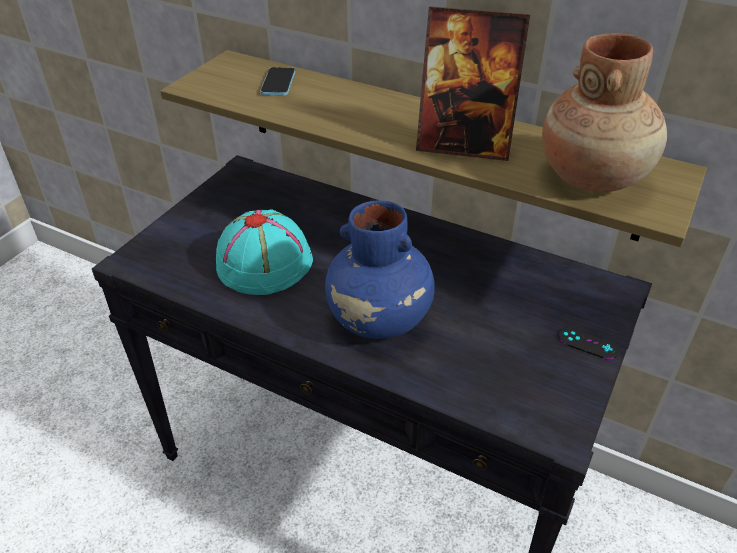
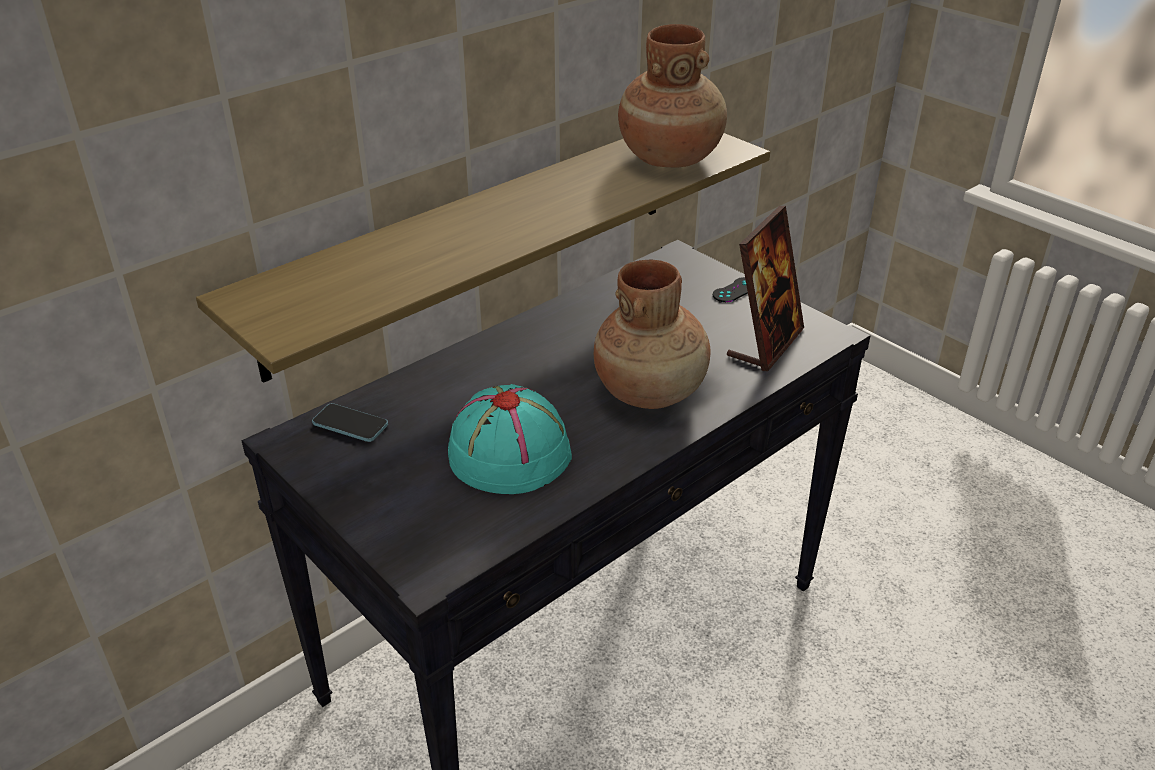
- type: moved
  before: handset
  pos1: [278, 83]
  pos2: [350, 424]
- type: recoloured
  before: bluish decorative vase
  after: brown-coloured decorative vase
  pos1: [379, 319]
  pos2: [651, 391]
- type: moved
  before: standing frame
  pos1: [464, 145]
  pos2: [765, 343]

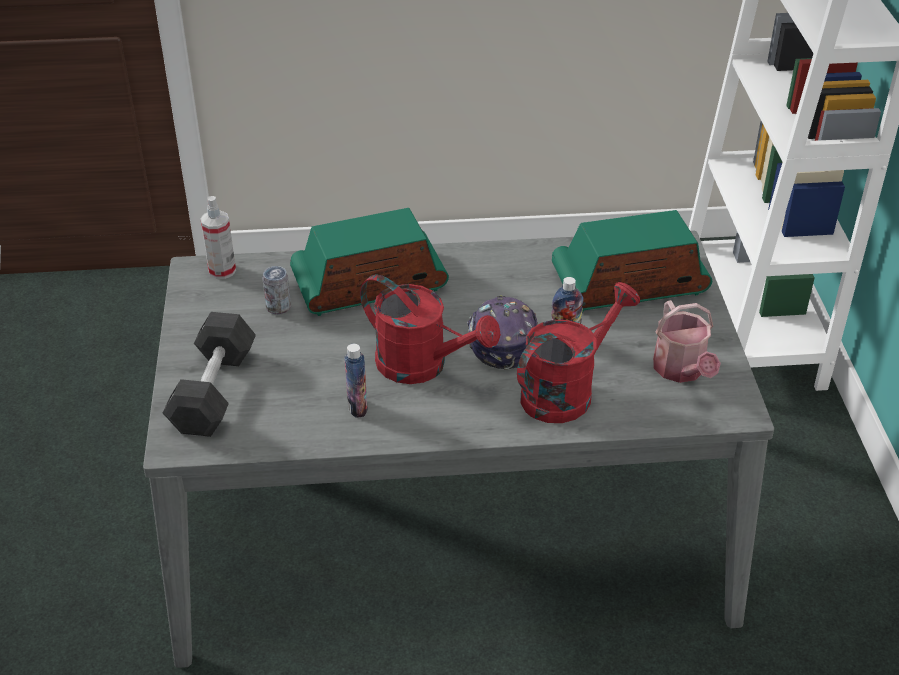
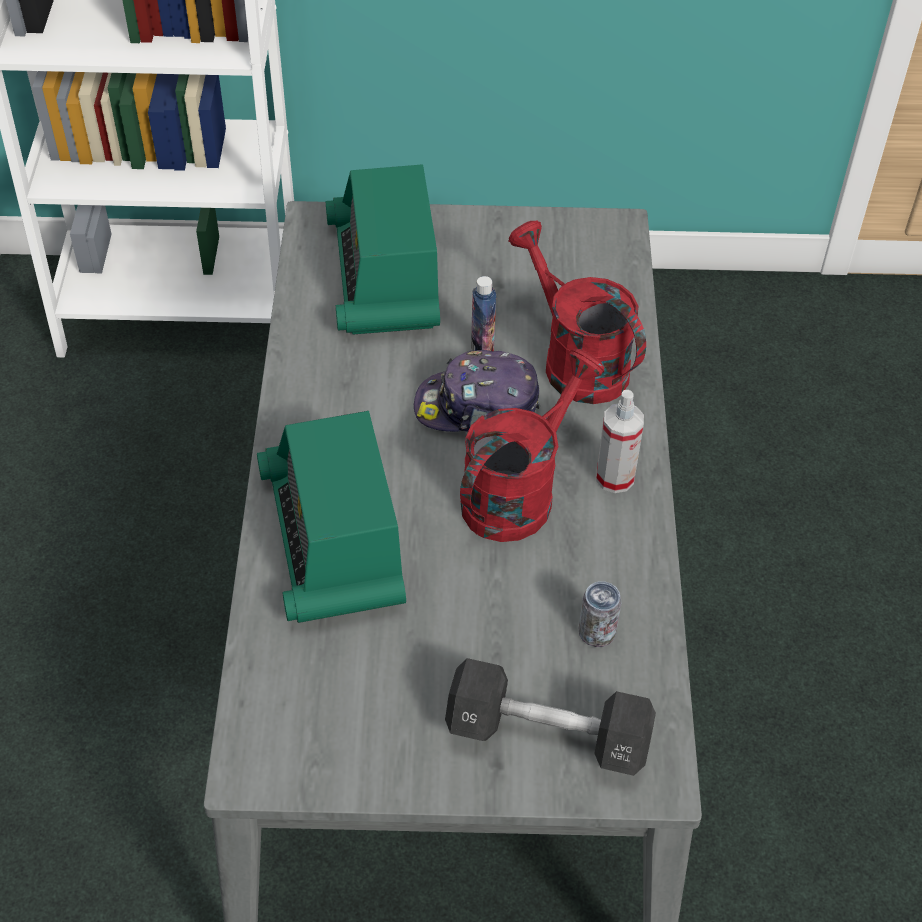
- type: moved
  before: spray bottle
  pos1: [222, 270]
  pos2: [615, 477]
- type: moved
  before: can
  pos1: [278, 307]
  pos2: [597, 632]
- type: removed
  before: beverage bottle
  pos1: [357, 407]
- type: removed
  before: watering pot
  pos1: [682, 370]

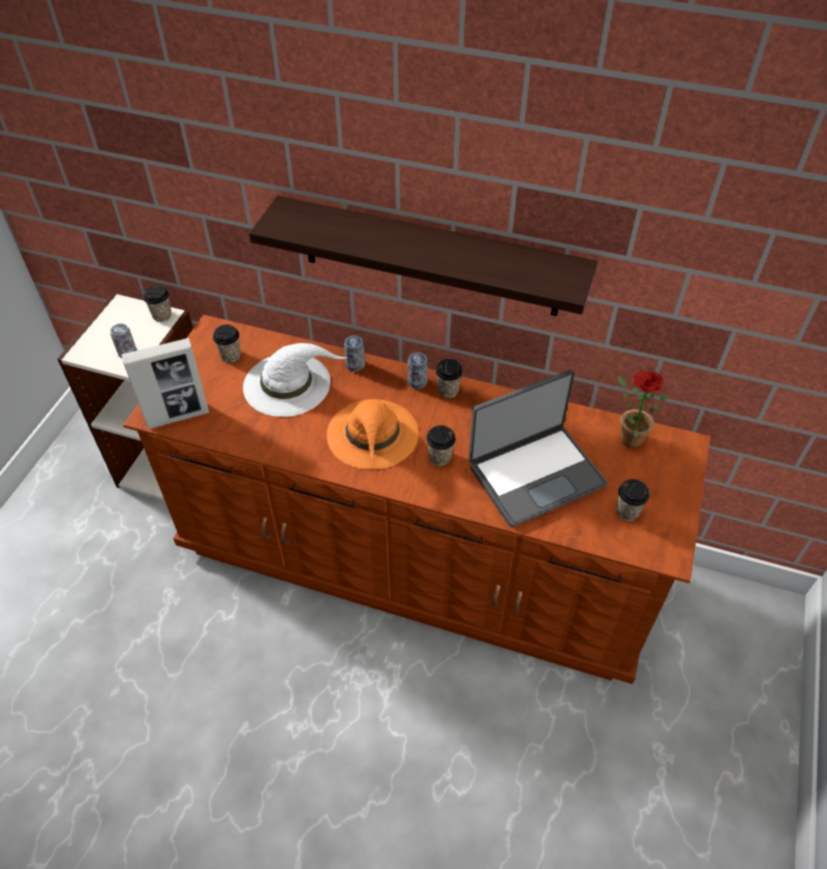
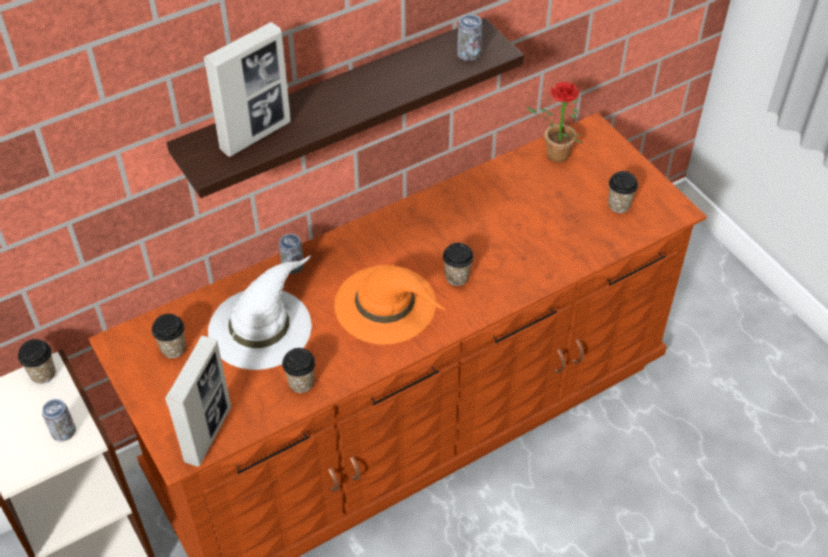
- type: moved
  before: can
  pos1: [417, 382]
  pos2: [468, 54]
- type: moved
  before: small cup
  pos1: [448, 390]
  pos2: [301, 383]
- type: removed
  before: portable computer
  pos1: [535, 474]
- type: added
  after: standing frame
  pos2: [256, 135]

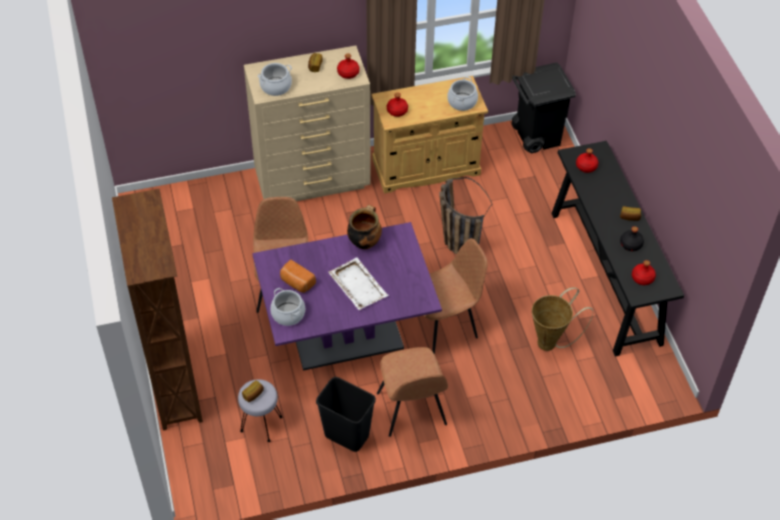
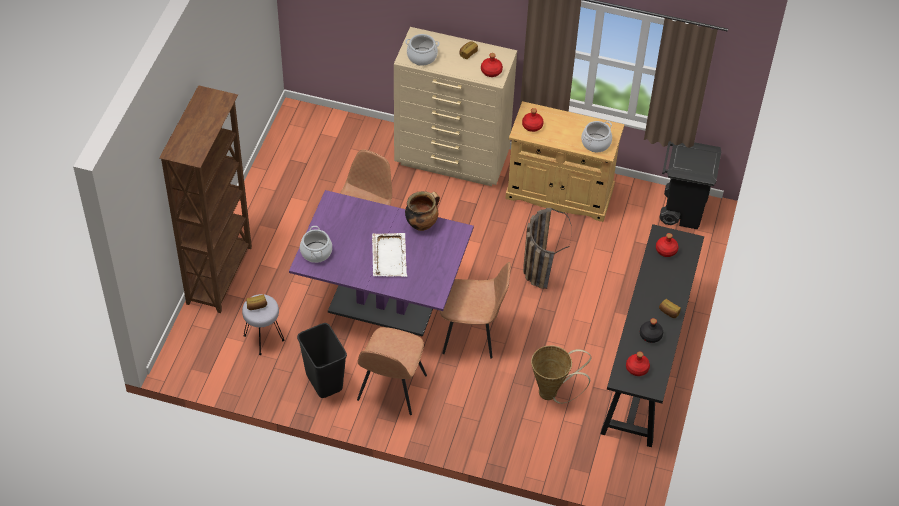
- type: removed
  before: bakery bread
  pos1: [297, 283]

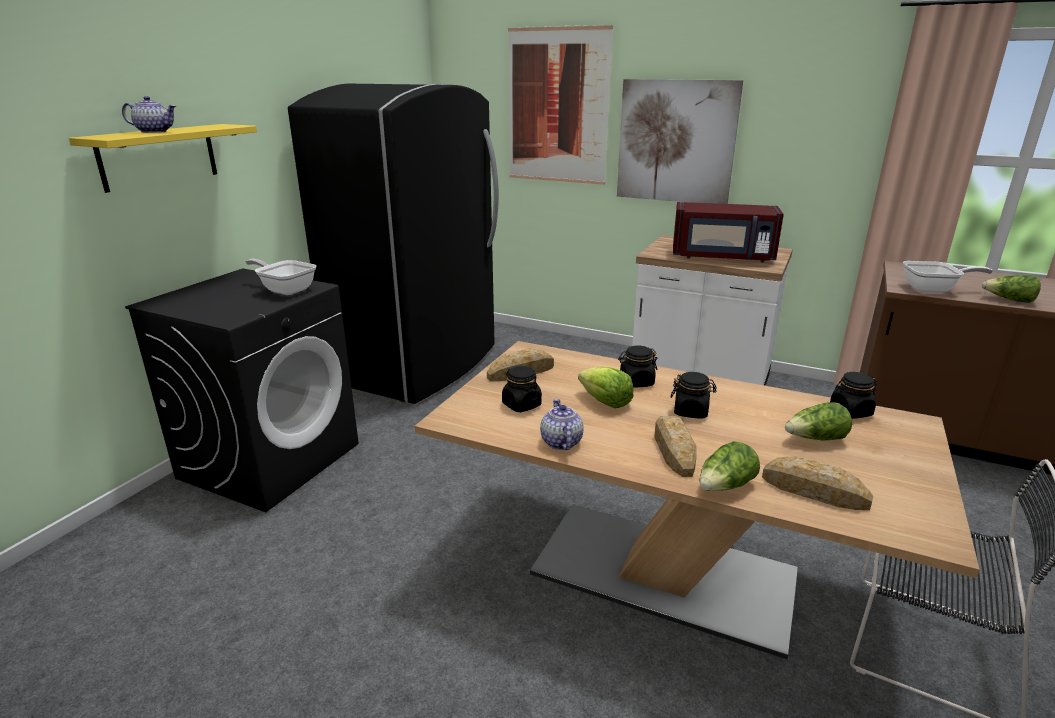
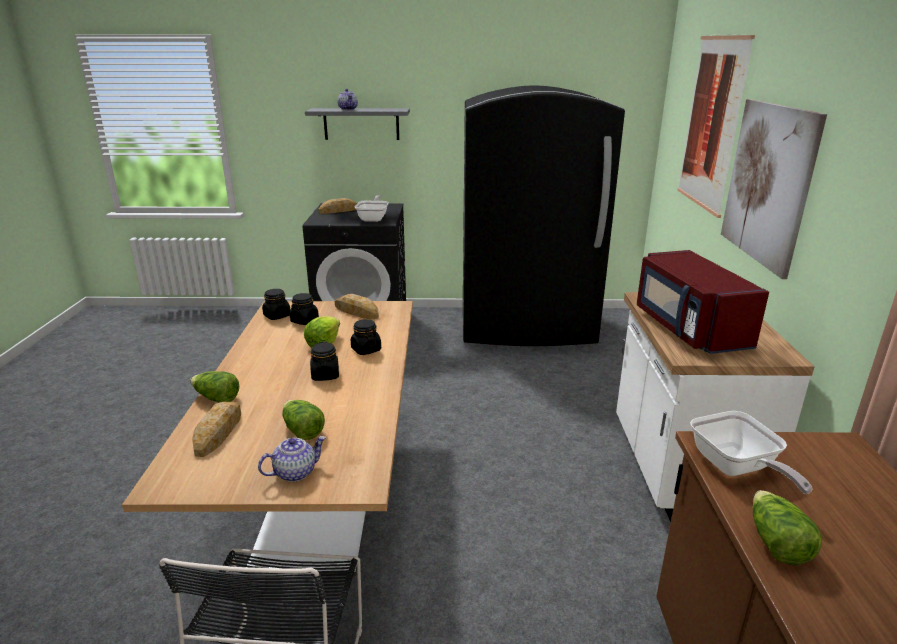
- type: recoloured
  before: yellowish shelf
  after: grey shelf
  pos1: [159, 156]
  pos2: [361, 124]
- type: moved
  before: pot for tea
  pos1: [560, 442]
  pos2: [295, 472]
- type: moved
  before: bakery bread
  pos1: [674, 450]
  pos2: [338, 210]
- type: moved
  before: blackish jar
  pos1: [850, 412]
  pos2: [277, 316]

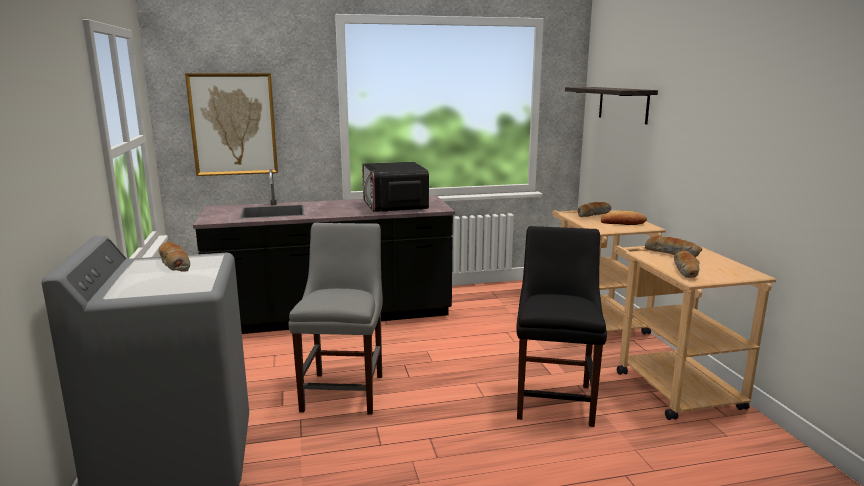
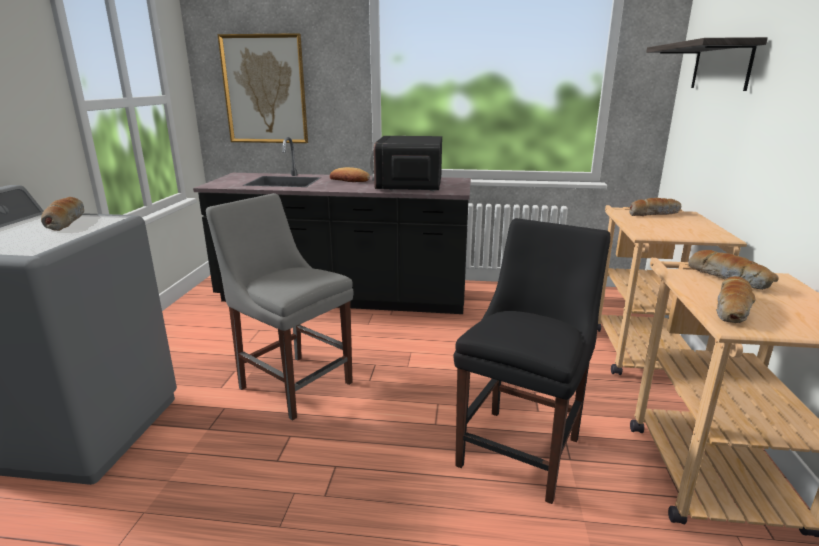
- type: turned
  before: grey plain chair
  pos1: [345, 390]
  pos2: [292, 383]
  turn: -75
- type: moved
  before: bakery bread
  pos1: [622, 222]
  pos2: [349, 180]

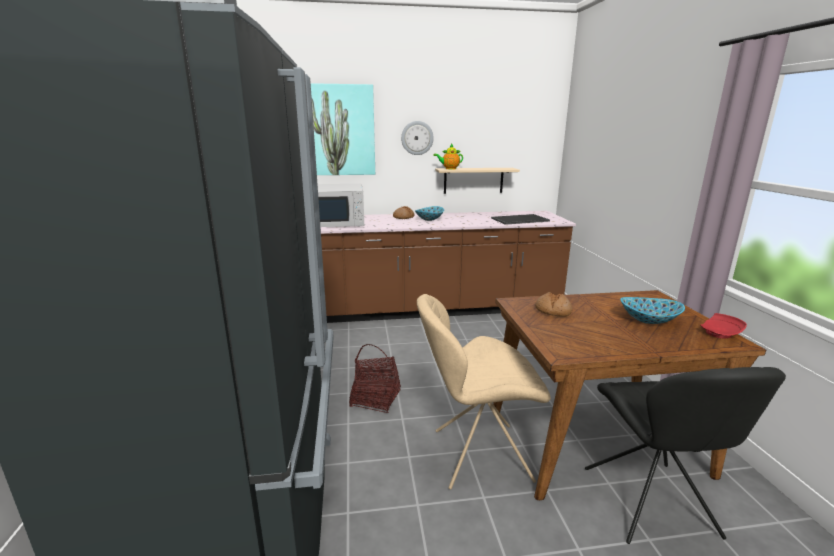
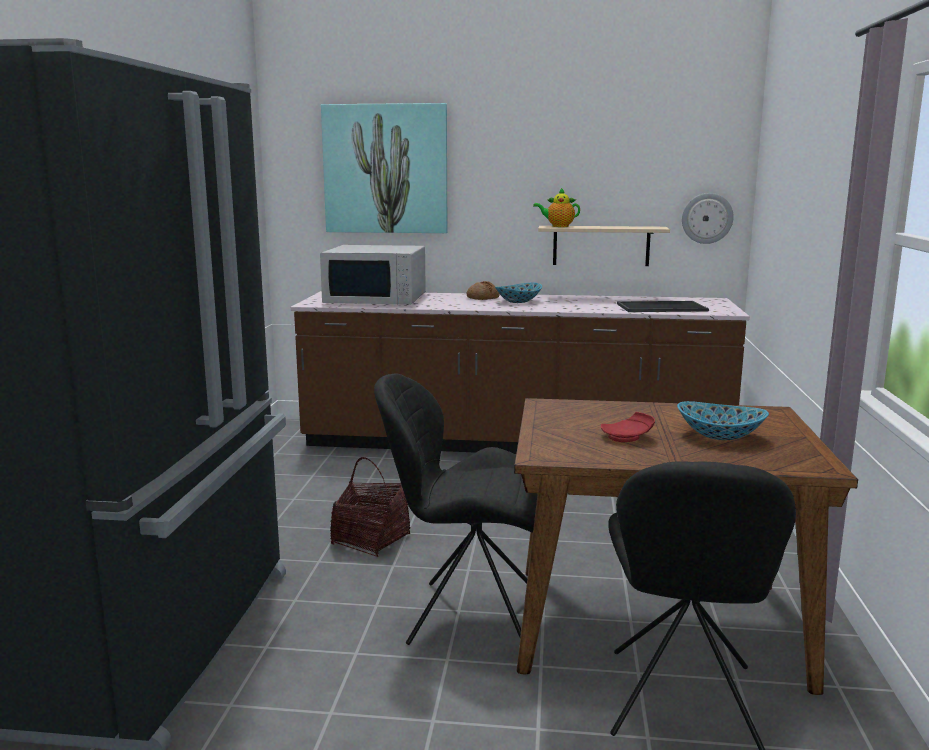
- type: moved
  before: hanging clock
  pos1: [417, 138]
  pos2: [707, 218]
- type: recoloured
  before: beige-coloured plain chair
  after: blackish plain chair
  pos1: [477, 455]
  pos2: [469, 616]
- type: removed
  before: bakery bread
  pos1: [553, 311]
- type: moved
  before: red plate
  pos1: [720, 333]
  pos2: [628, 437]

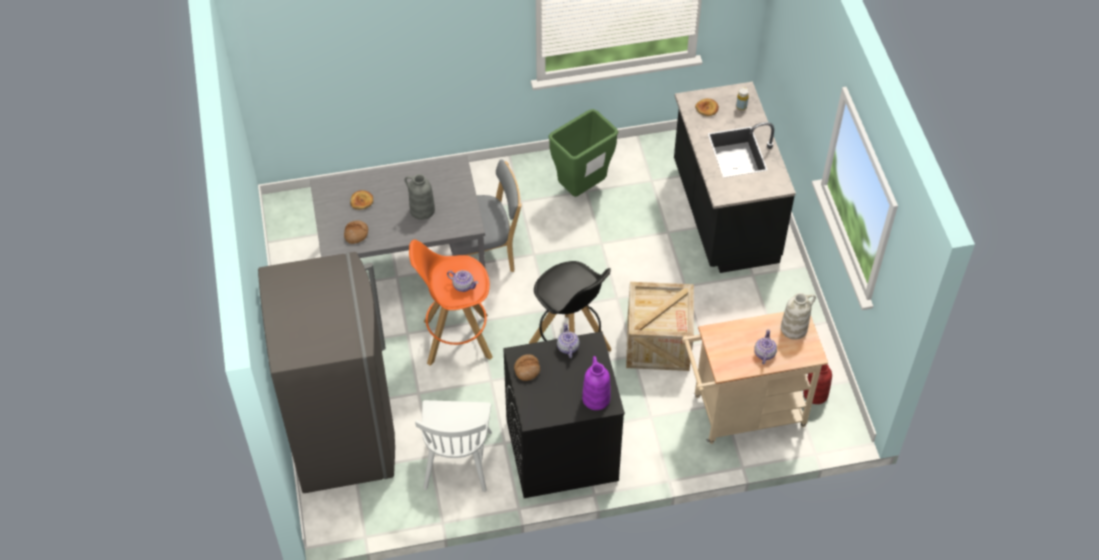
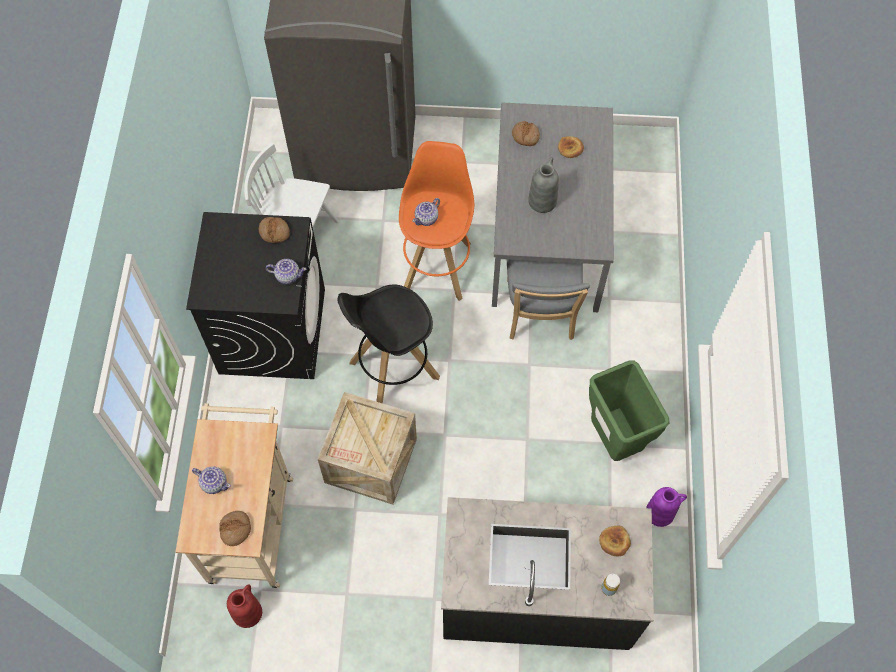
- type: moved
  before: purple decorative vase
  pos1: [595, 398]
  pos2: [660, 512]
- type: replaced
  before: whitish decorative vase
  after: bakery bread
  pos1: [794, 328]
  pos2: [235, 529]

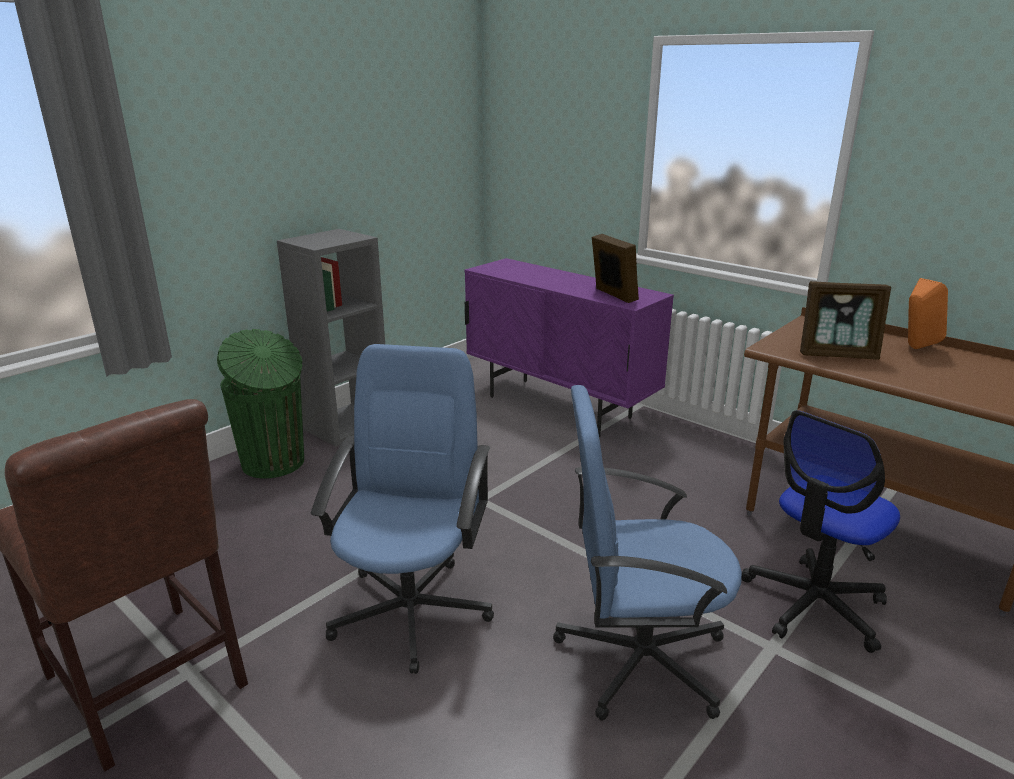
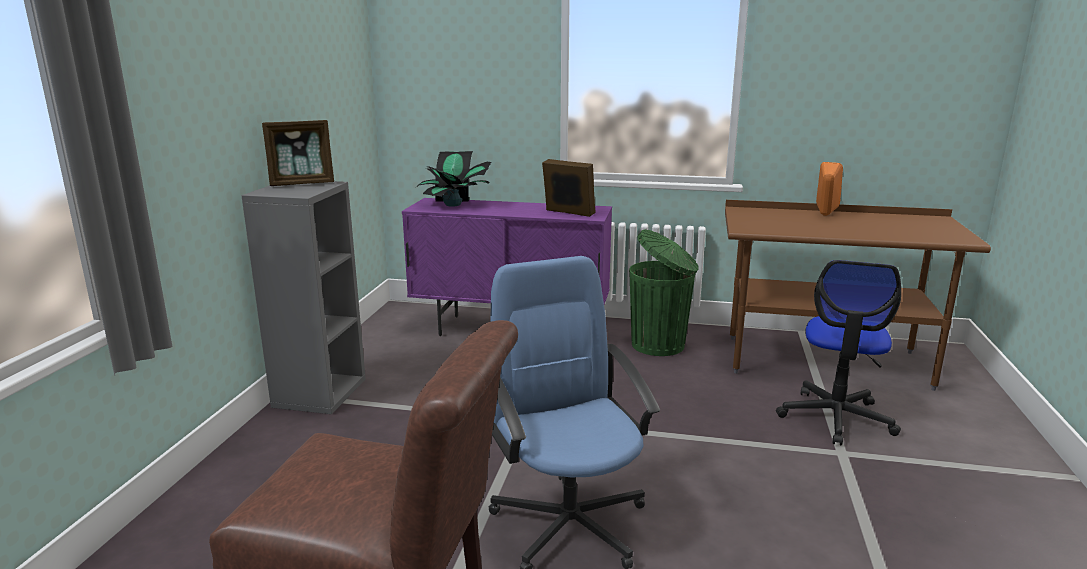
- type: moved
  before: green-coloured rubbish bin
  pos1: [274, 463]
  pos2: [660, 345]
- type: removed
  before: bluish desk chair
  pos1: [638, 658]
- type: moved
  before: standing frame
  pos1: [837, 355]
  pos2: [302, 184]
- type: added
  after: plant in a pot
  pos2: [454, 205]

